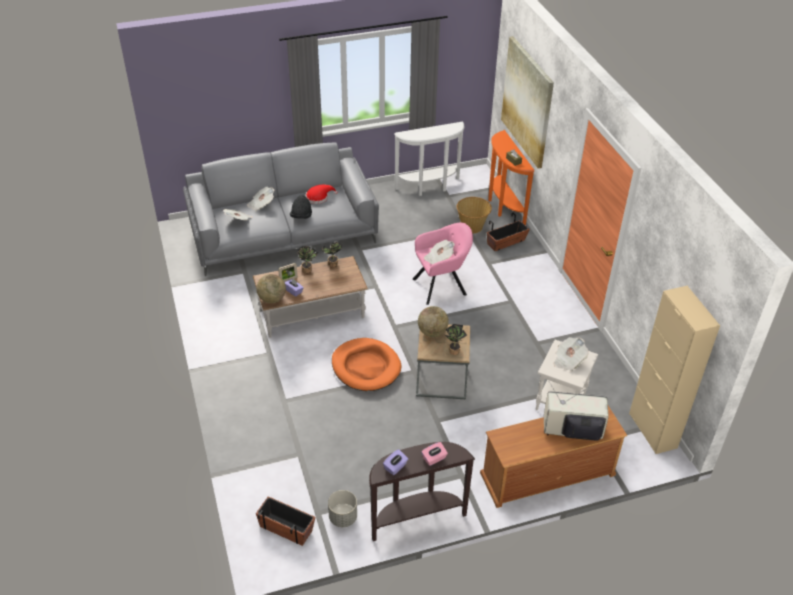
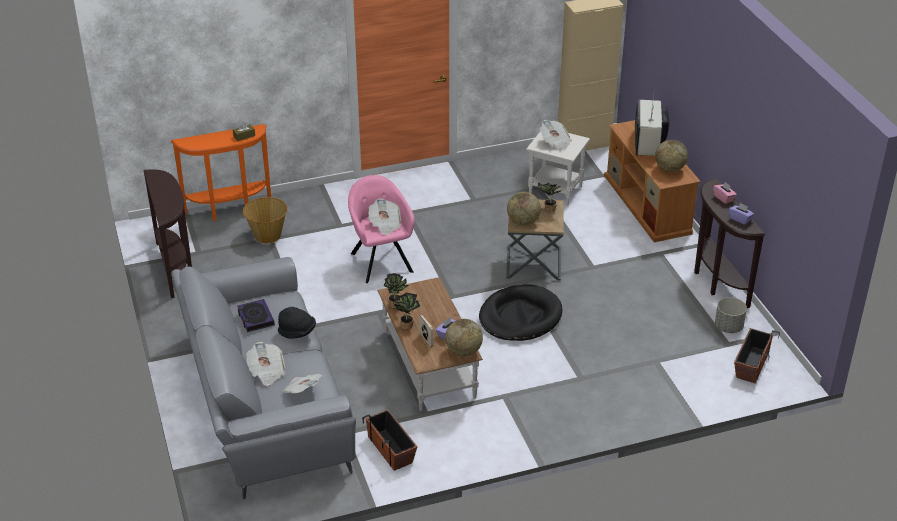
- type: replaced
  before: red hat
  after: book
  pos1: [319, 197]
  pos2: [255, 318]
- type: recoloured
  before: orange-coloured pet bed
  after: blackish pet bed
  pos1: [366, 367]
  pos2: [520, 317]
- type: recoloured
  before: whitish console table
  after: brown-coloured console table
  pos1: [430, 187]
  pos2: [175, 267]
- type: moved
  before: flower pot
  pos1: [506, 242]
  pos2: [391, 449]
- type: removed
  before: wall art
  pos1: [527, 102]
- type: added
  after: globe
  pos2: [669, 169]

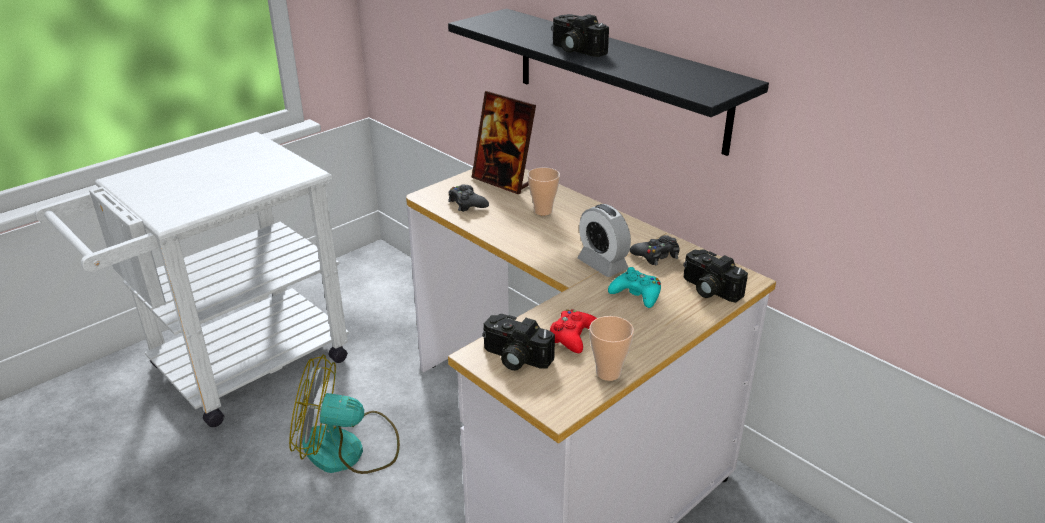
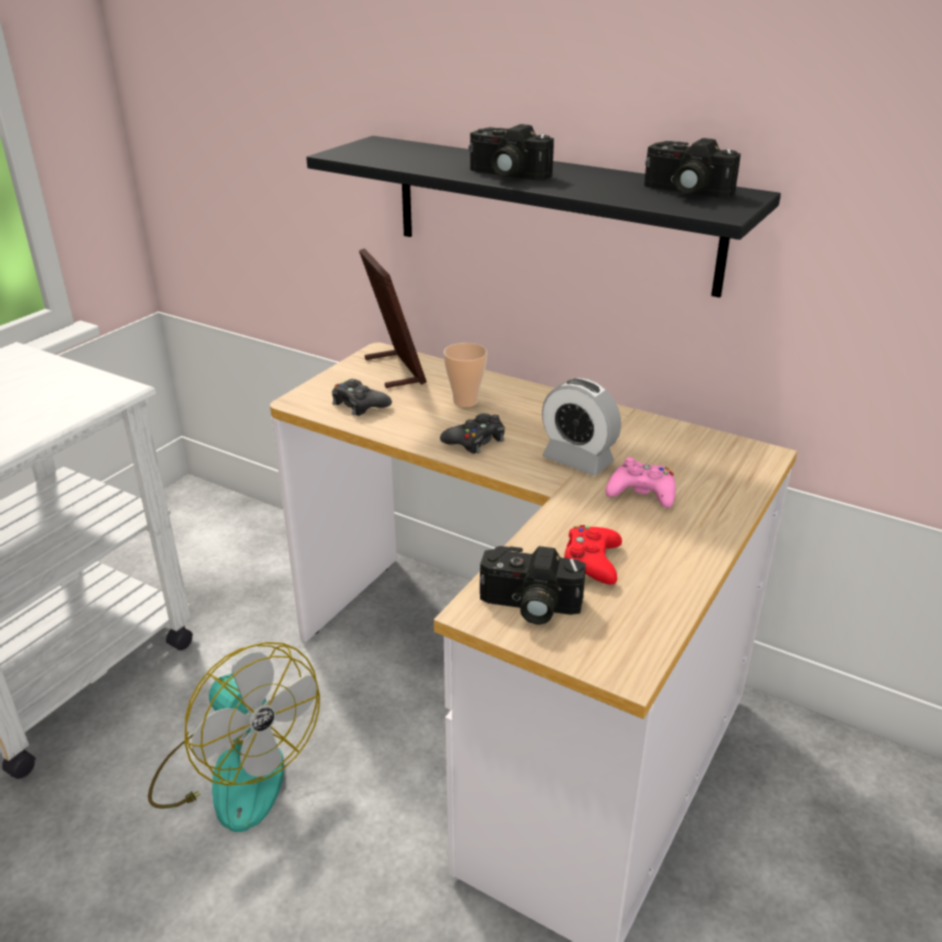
- type: turned
  before: cooling fan
  pos1: [348, 450]
  pos2: [235, 771]
  turn: -120
- type: turned
  before: standing frame
  pos1: [503, 181]
  pos2: [394, 370]
  turn: -135
- type: removed
  before: small cup
  pos1: [608, 373]
- type: recoloured
  before: turquoise-coloured joypad
  after: pink-coloured joypad
  pos1: [636, 294]
  pos2: [642, 493]
- type: moved
  before: blackish joypad
  pos1: [656, 255]
  pos2: [475, 441]
- type: moved
  before: photo camera
  pos1: [708, 289]
  pos2: [684, 192]

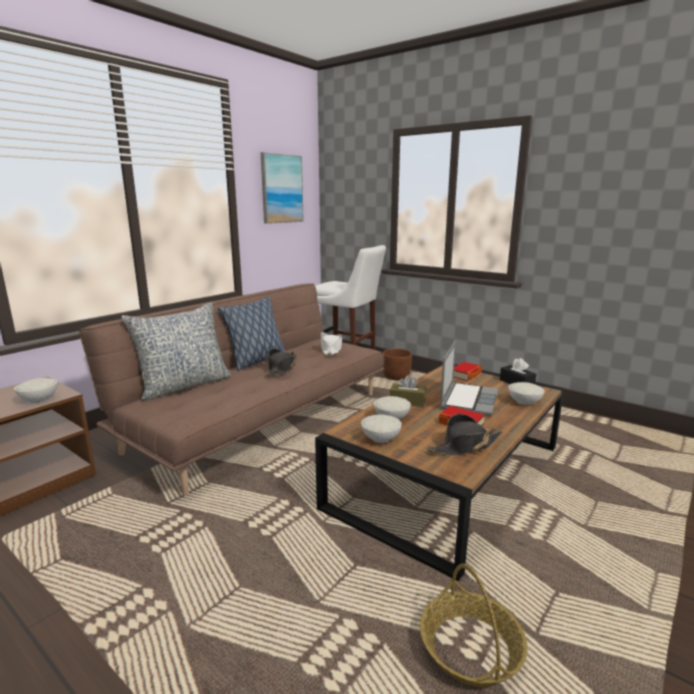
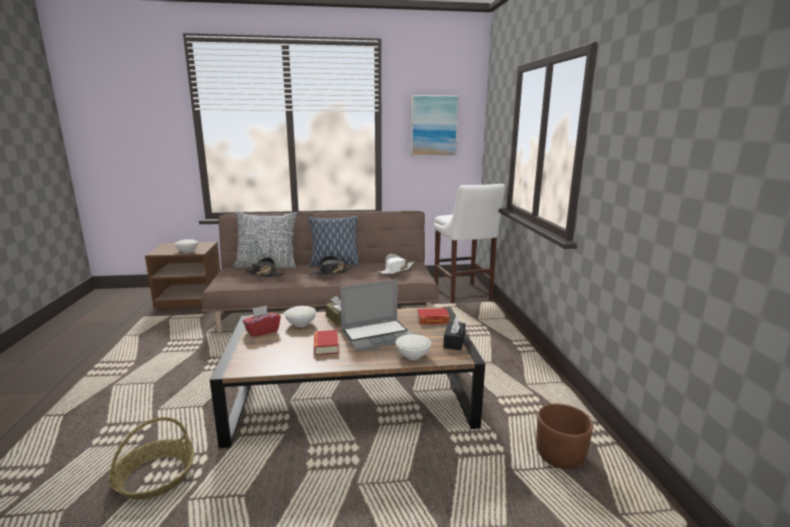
- type: replaced
  before: whitish deep dish
  after: red box of tissues
  pos1: [381, 439]
  pos2: [262, 331]
- type: moved
  before: brown-coloured flower pot
  pos1: [396, 377]
  pos2: [560, 456]
- type: moved
  before: blackish hat
  pos1: [465, 446]
  pos2: [264, 274]

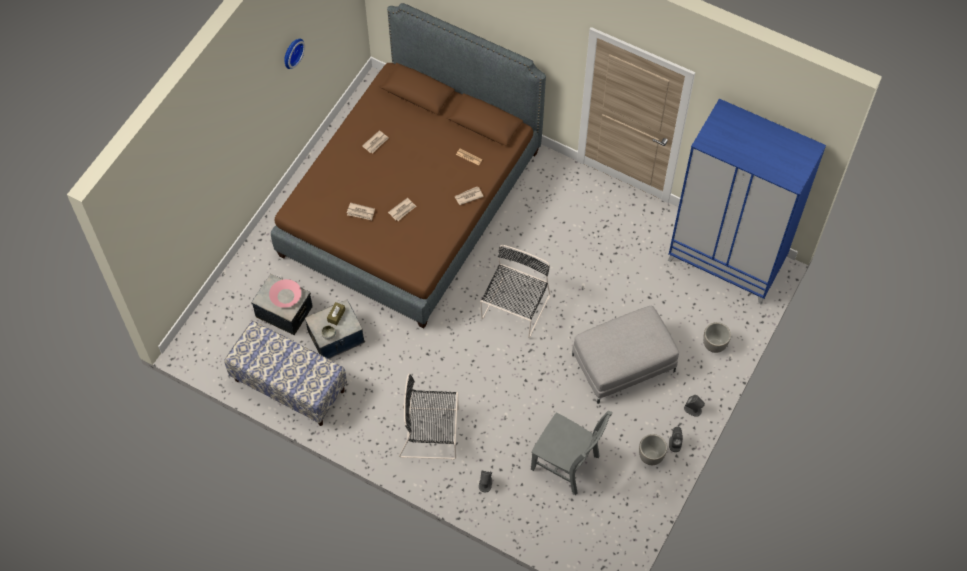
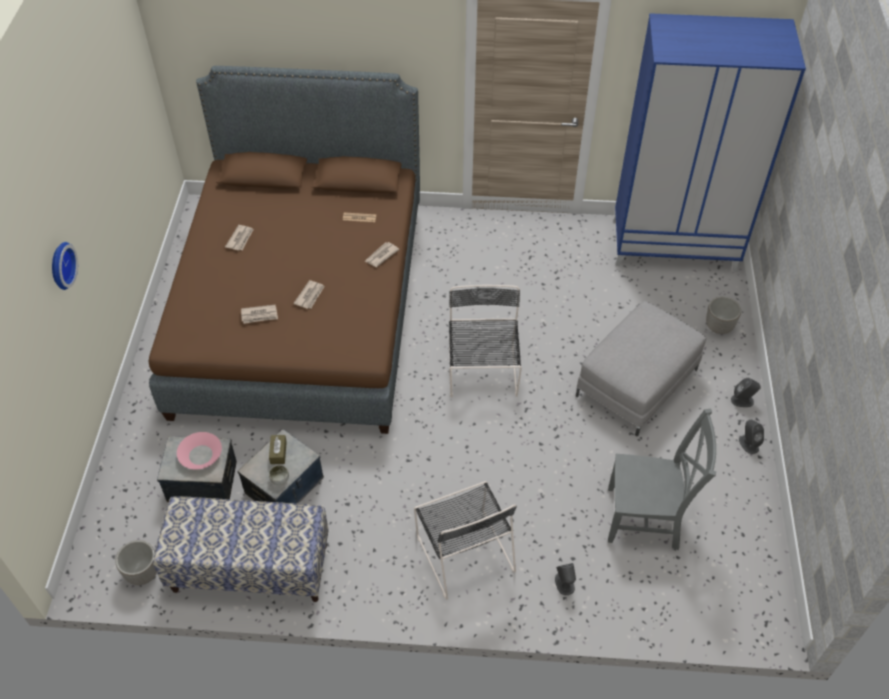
- type: moved
  before: hanging clock
  pos1: [291, 52]
  pos2: [60, 265]
- type: turned
  before: blackish plain chair
  pos1: [431, 433]
  pos2: [464, 550]
  turn: -90
- type: moved
  before: flower pot
  pos1: [650, 457]
  pos2: [143, 574]

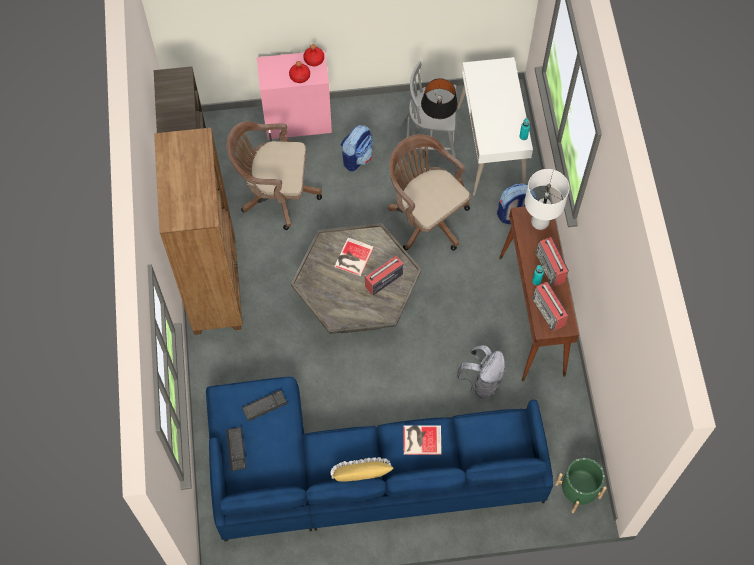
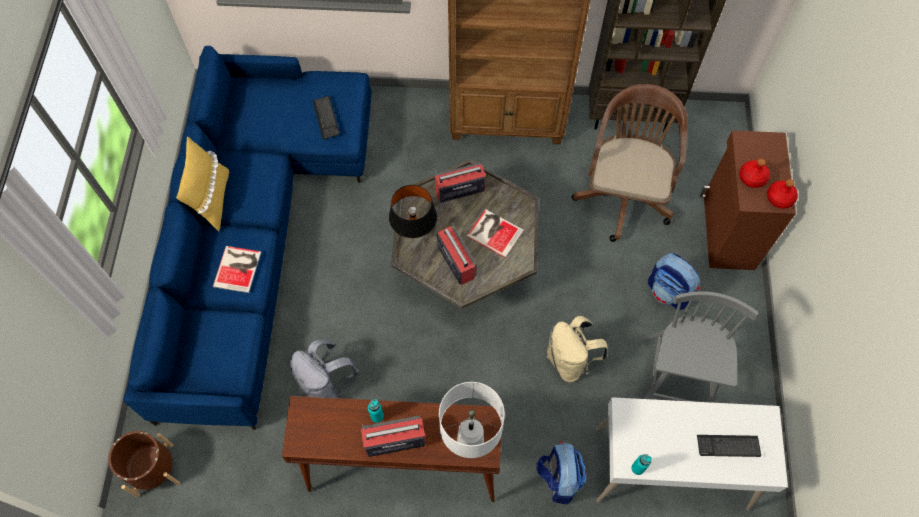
- type: moved
  before: computer keyboard
  pos1: [236, 449]
  pos2: [728, 446]
- type: recoloured
  before: pink-coloured cabinet
  after: brown-coloured cabinet
  pos1: [298, 122]
  pos2: [727, 232]
- type: replaced
  before: brown-coloured desk chair
  after: beige-coloured rucksack
  pos1: [425, 216]
  pos2: [570, 360]
- type: moved
  before: blackish table lamp
  pos1: [438, 117]
  pos2: [414, 231]
- type: moved
  before: radio receiver
  pos1: [549, 312]
  pos2: [459, 190]
- type: recoloured
  before: green-coloured flower pot
  after: brown-coloured flower pot
  pos1: [578, 491]
  pos2: [155, 470]

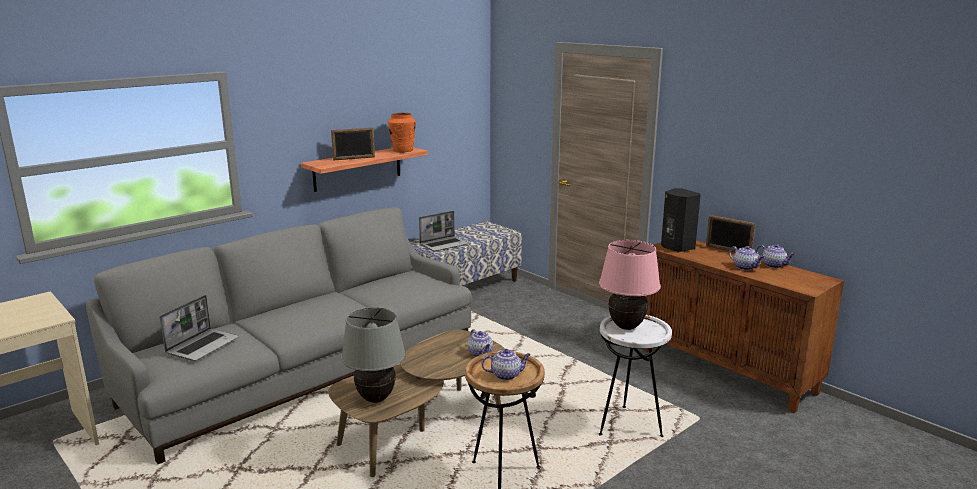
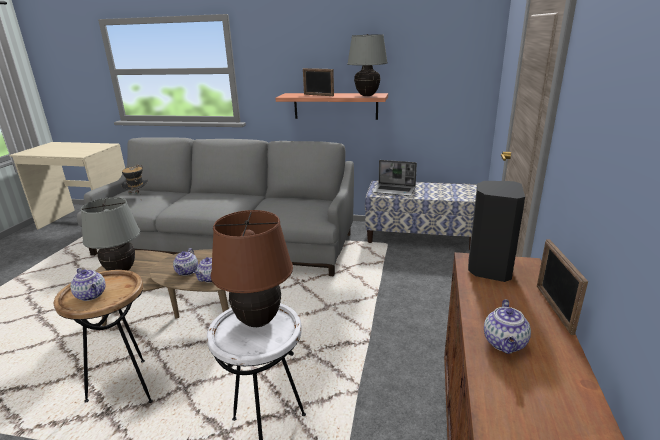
- type: replaced
  before: portable computer
  after: hat
  pos1: [203, 346]
  pos2: [138, 197]
- type: replaced
  before: orange-coloured decorative vase
  after: grey table lamp
  pos1: [403, 151]
  pos2: [367, 95]
- type: recoloured
  before: pink-coloured table lamp
  after: brown-coloured table lamp
  pos1: [626, 326]
  pos2: [258, 321]
- type: moved
  before: pot for tea
  pos1: [774, 265]
  pos2: [187, 272]

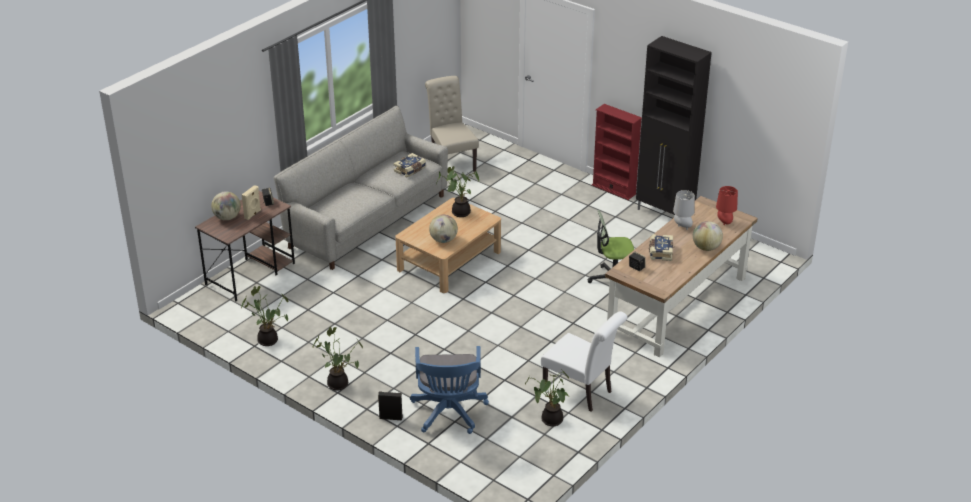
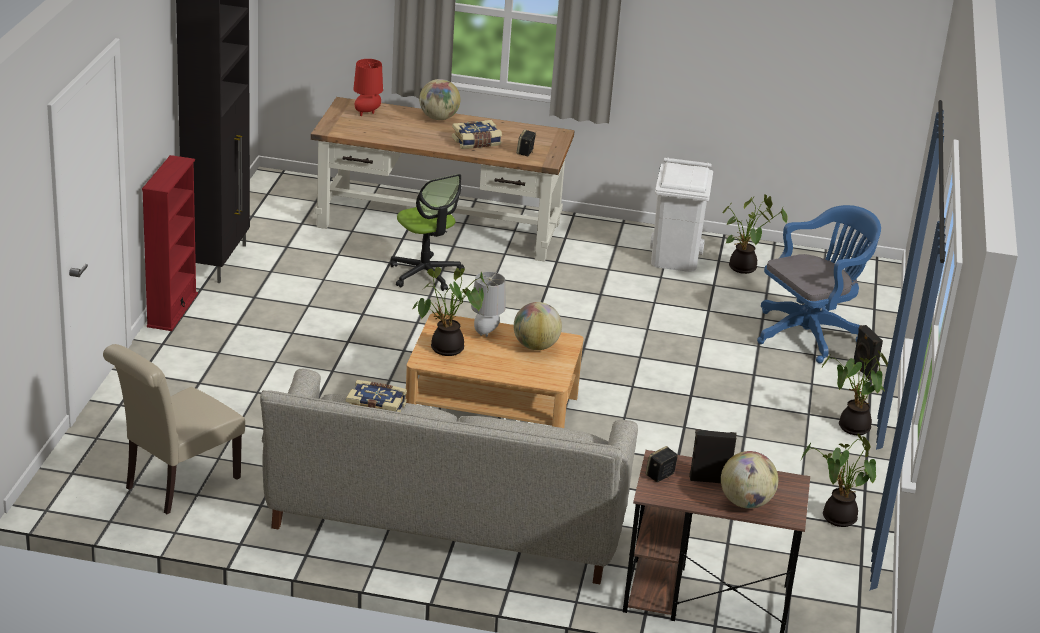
- type: recoloured
  before: beige-coloured loudspeaker
  after: blackish loudspeaker
  pos1: [253, 214]
  pos2: [709, 479]
- type: replaced
  before: whitish plain chair
  after: whitish rubbish bin
  pos1: [581, 392]
  pos2: [675, 259]
- type: moved
  before: grey table lamp
  pos1: [682, 227]
  pos2: [486, 333]

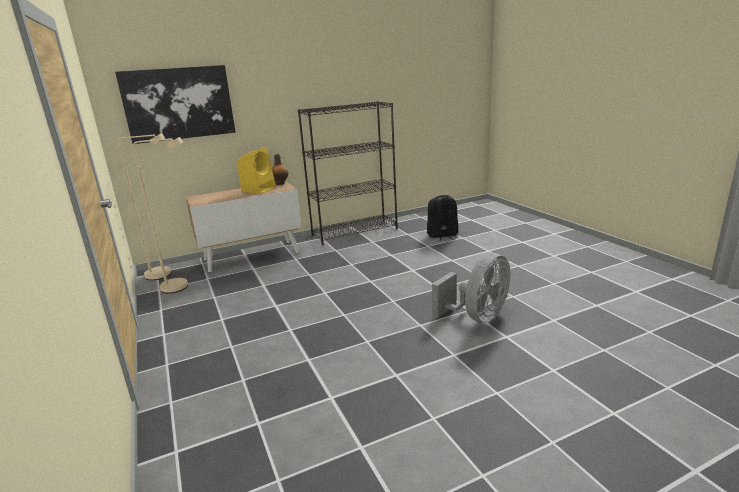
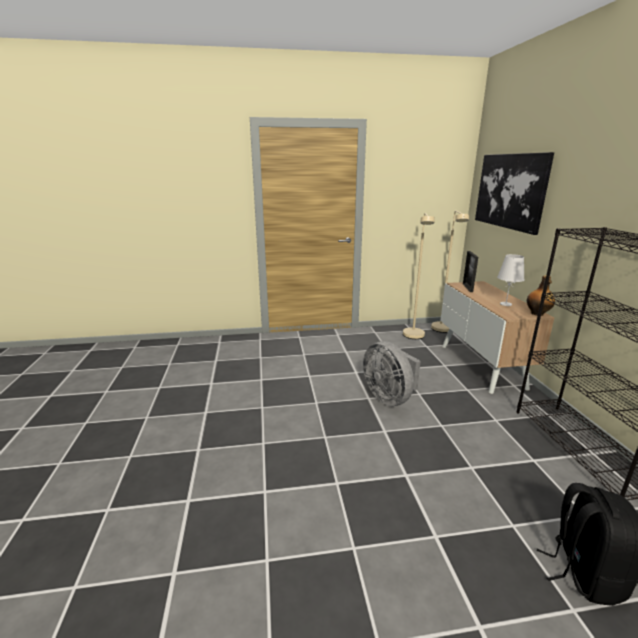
- type: replaced
  before: yellowish loudspeaker
  after: whitish table lamp
  pos1: [259, 189]
  pos2: [505, 304]
- type: moved
  before: grey cooling fan
  pos1: [477, 317]
  pos2: [389, 397]
- type: added
  after: standing frame
  pos2: [467, 288]

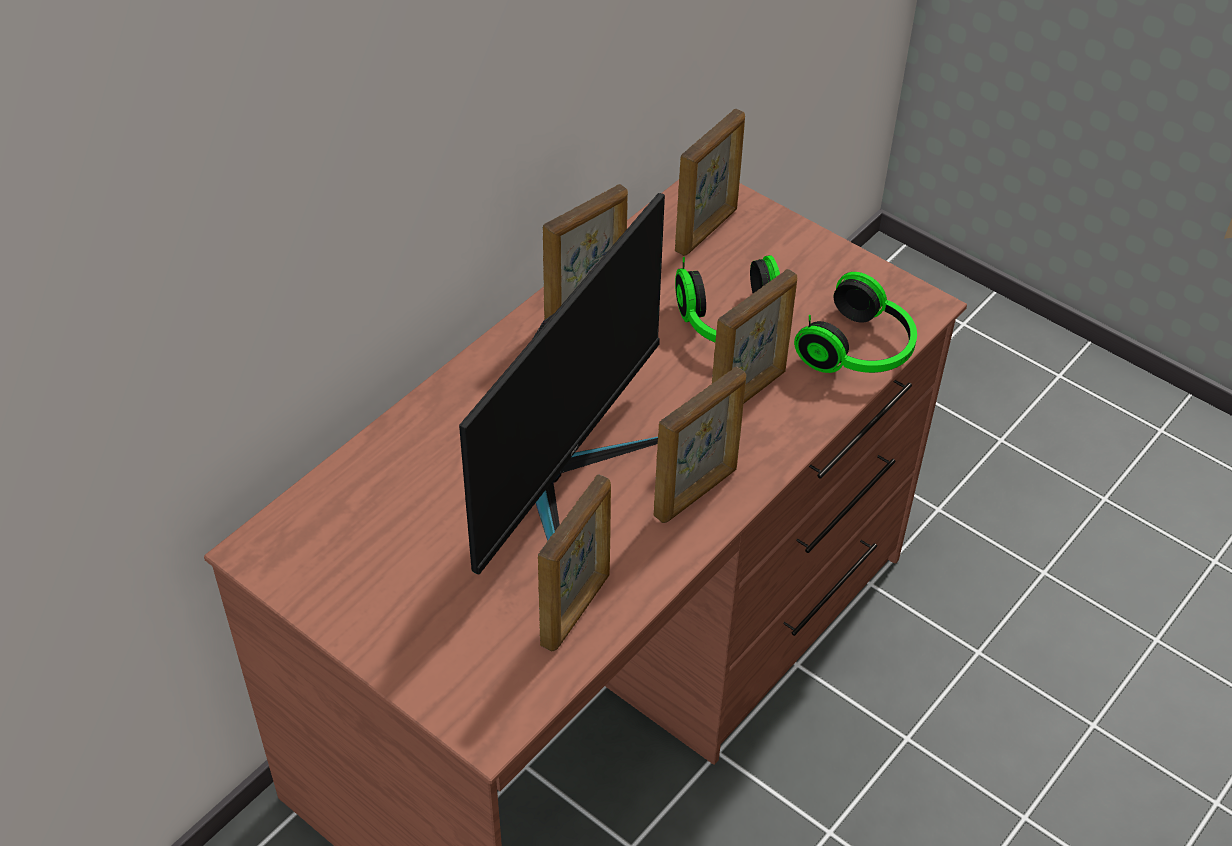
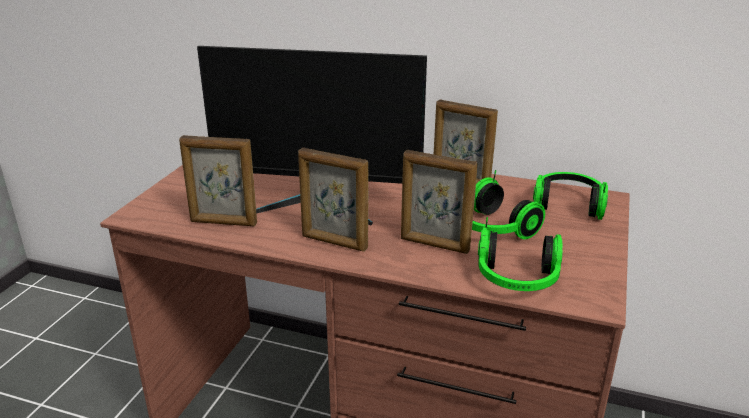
- type: replaced
  before: standing frame
  after: headphones
  pos1: [707, 230]
  pos2: [567, 205]

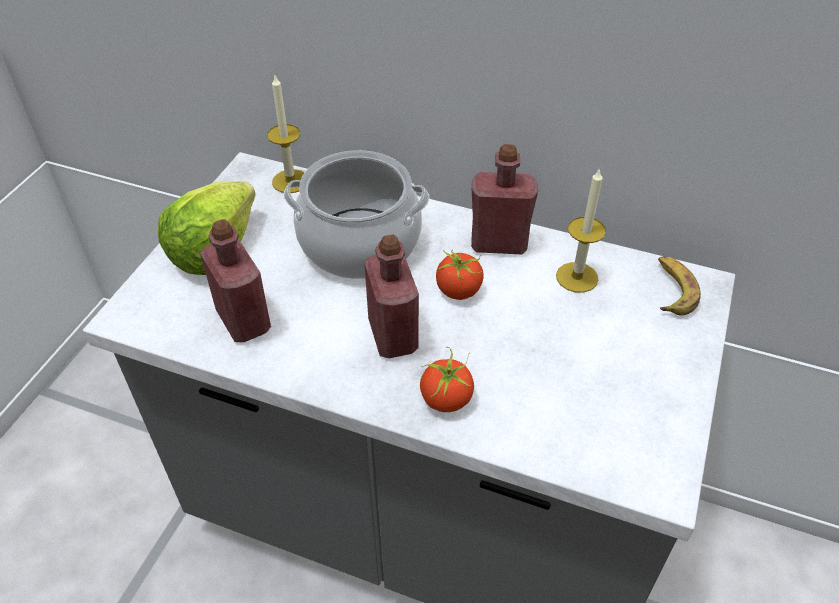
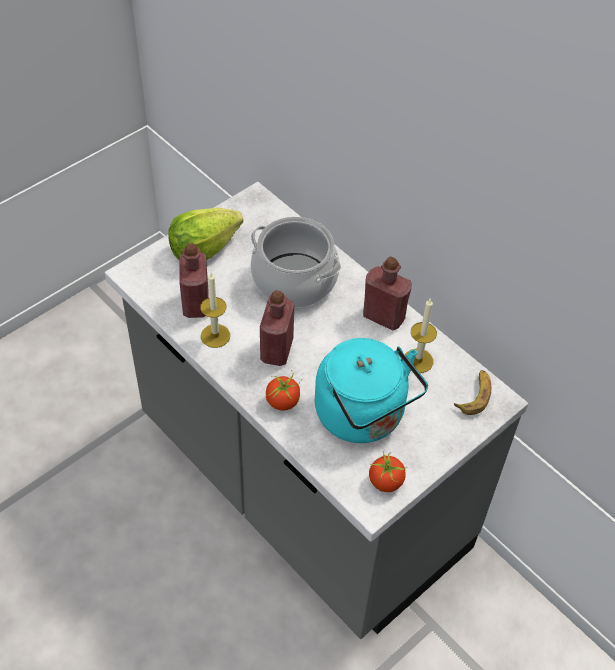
- type: moved
  before: candle
  pos1: [290, 181]
  pos2: [215, 336]
- type: moved
  before: fresh tomato
  pos1: [459, 291]
  pos2: [386, 482]
- type: added
  after: turquoise-coloured water kettle
  pos2: [363, 416]

